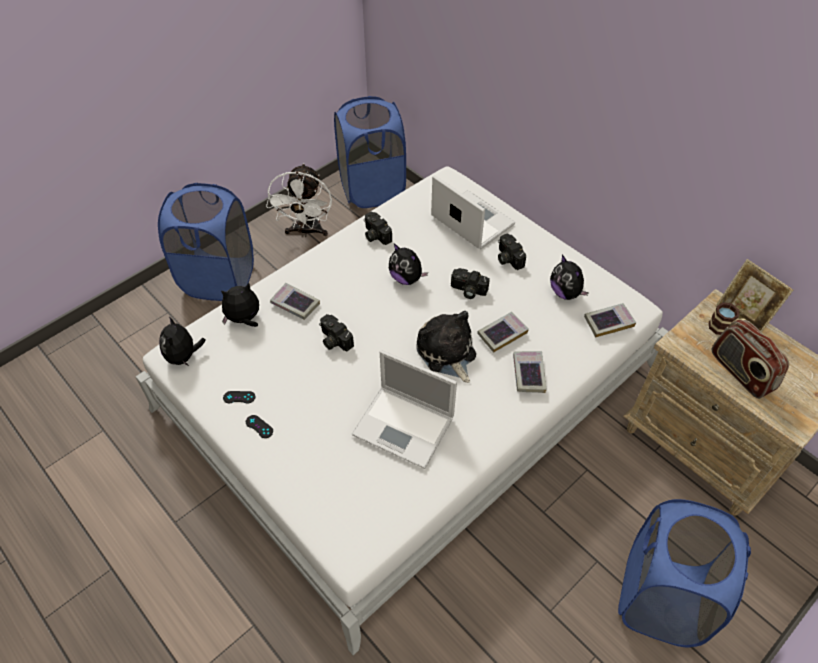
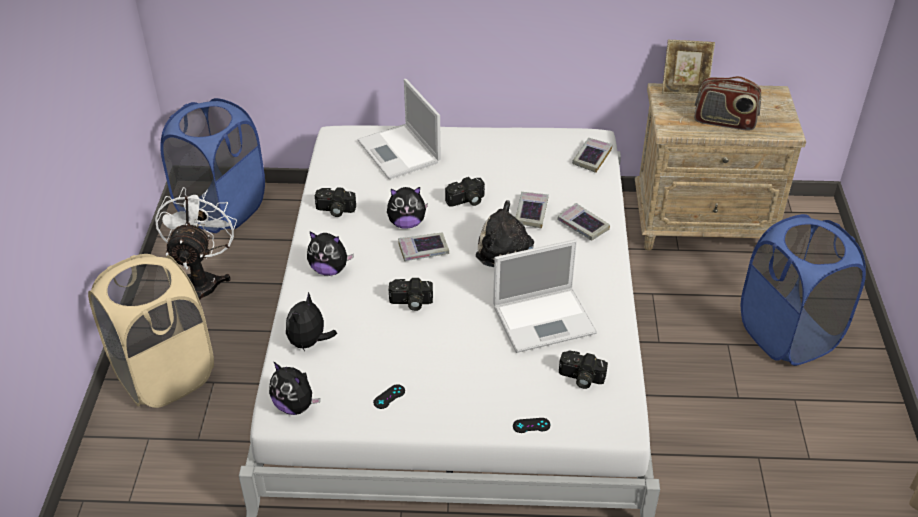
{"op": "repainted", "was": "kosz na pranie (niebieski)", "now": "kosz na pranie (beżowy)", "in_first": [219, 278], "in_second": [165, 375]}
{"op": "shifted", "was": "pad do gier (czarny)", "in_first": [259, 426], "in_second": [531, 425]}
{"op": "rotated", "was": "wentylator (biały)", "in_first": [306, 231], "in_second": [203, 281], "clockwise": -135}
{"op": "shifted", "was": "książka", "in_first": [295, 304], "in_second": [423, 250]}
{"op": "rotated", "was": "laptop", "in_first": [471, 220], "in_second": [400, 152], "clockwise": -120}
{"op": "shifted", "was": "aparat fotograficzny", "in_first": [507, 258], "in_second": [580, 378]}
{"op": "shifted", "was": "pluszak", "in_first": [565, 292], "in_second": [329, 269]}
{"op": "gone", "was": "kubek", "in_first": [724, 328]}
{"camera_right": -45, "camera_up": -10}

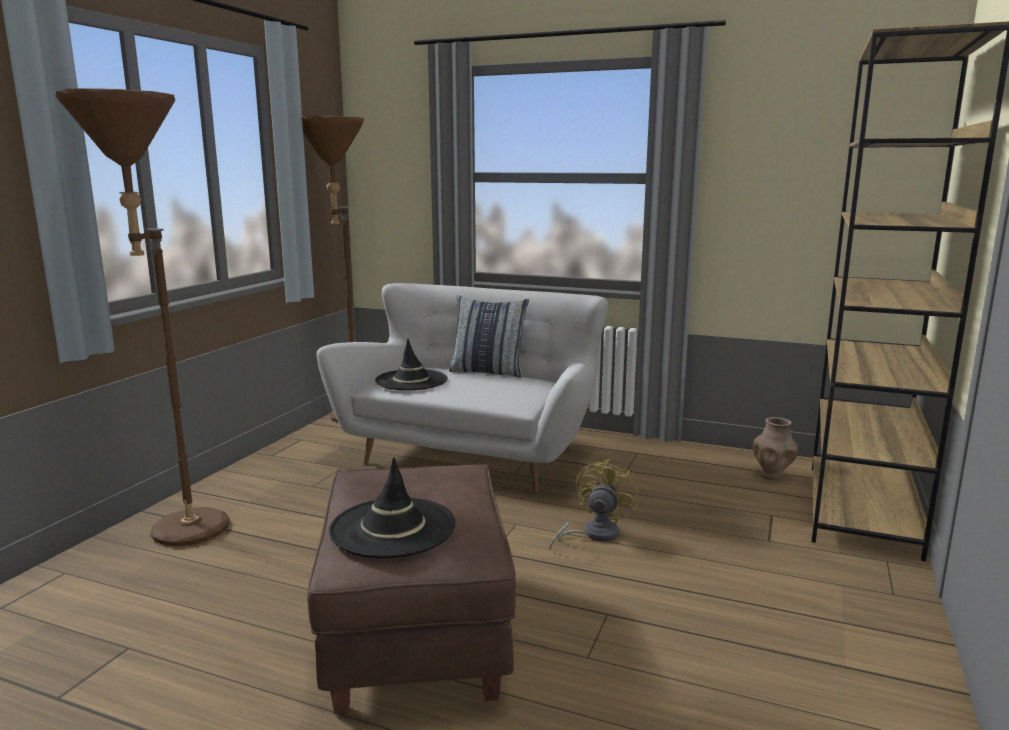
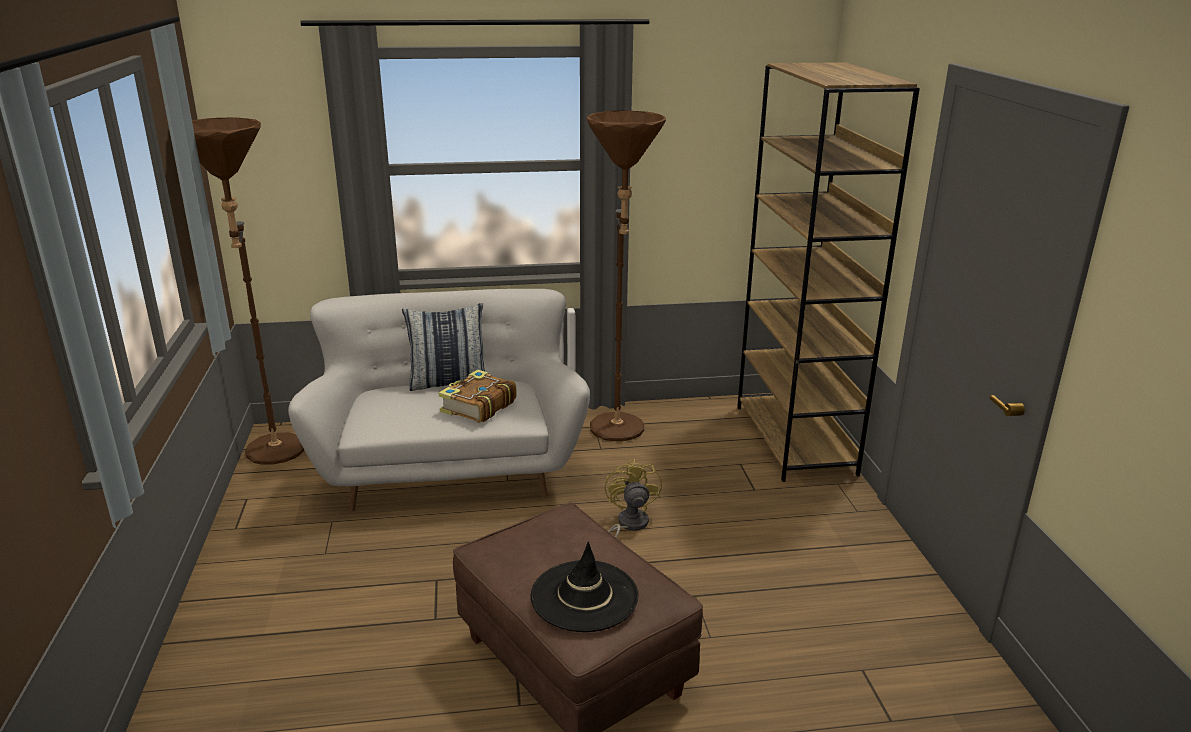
{"op": "shifted", "was": "lampa stojąca (brązowy)", "in_first": [178, 536], "in_second": [619, 434]}
{"op": "gone", "was": "kapelusz (czarny)", "in_first": [411, 380]}
{"op": "gone", "was": "wazon (brązowy)", "in_first": [772, 475]}
{"op": "new", "now": "książka", "in_second": [477, 406]}
{"camera_right": -30, "camera_up": 10}

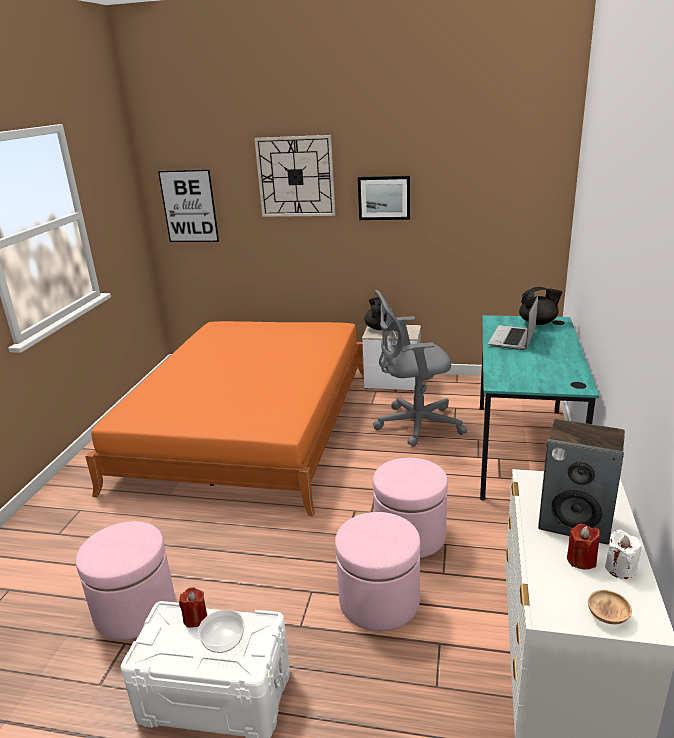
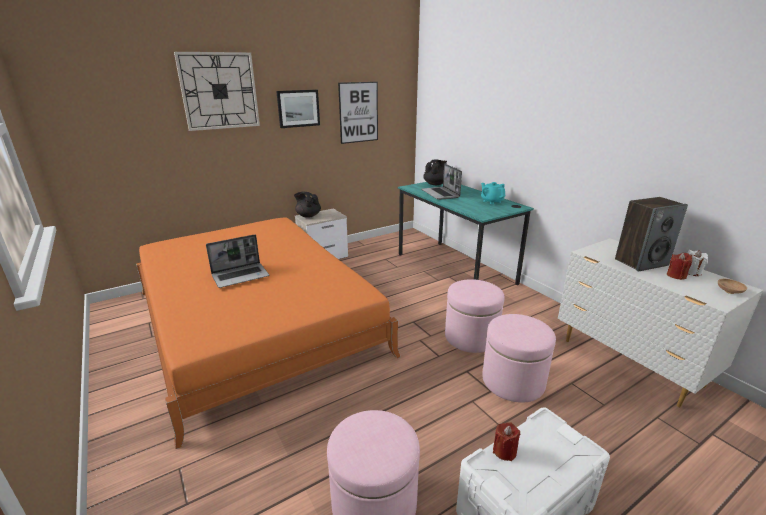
{"op": "shifted", "was": "obraz", "in_first": [189, 206], "in_second": [358, 112]}
{"op": "gone", "was": "miska", "in_first": [224, 640]}
{"op": "gone", "was": "krzesło biurowe (szary)", "in_first": [414, 424]}
{"op": "new", "now": "laptop", "in_second": [241, 276]}
{"op": "new", "now": "imbryk (turkusowy)", "in_second": [491, 201]}
{"camera_right": -45, "camera_up": 0}

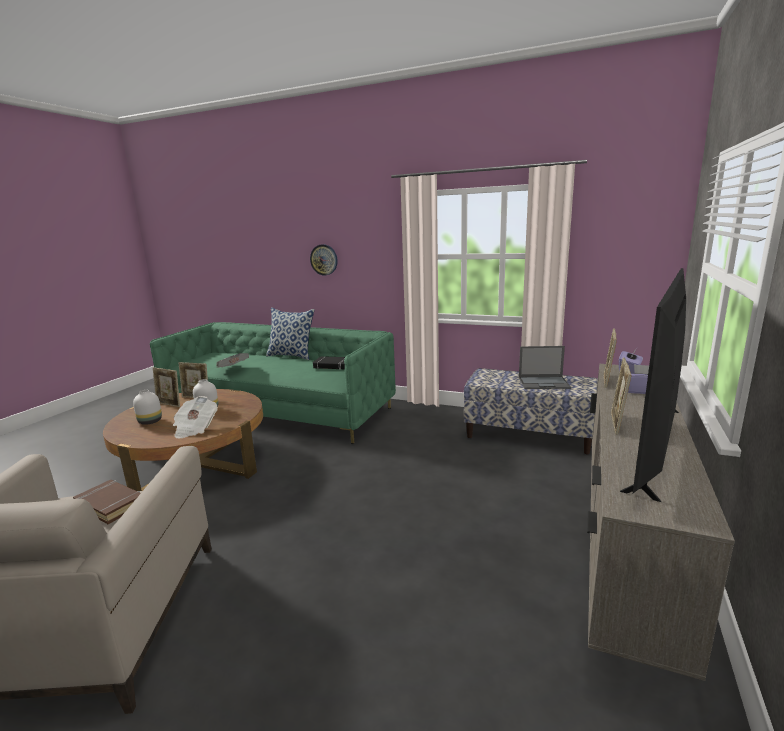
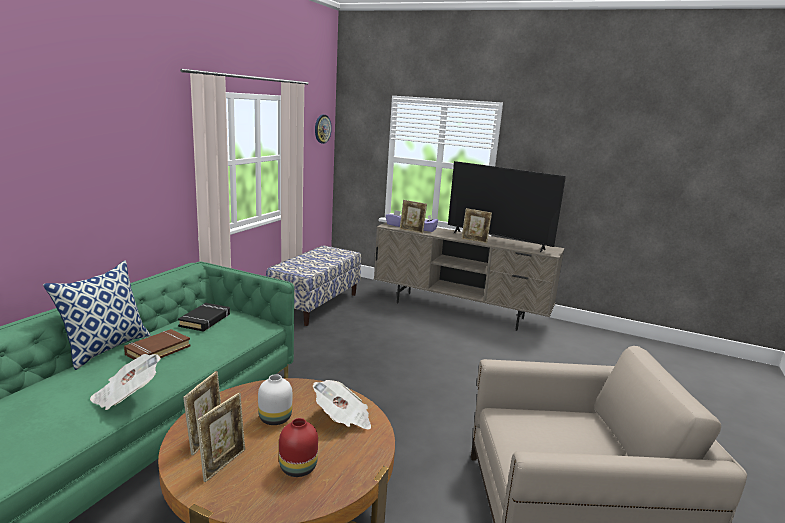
{"op": "shifted", "was": "książka (brązowy)", "in_first": [111, 505], "in_second": [157, 350]}
{"op": "repainted", "was": "wazon (biały)", "now": "wazon (czerwony)", "in_first": [151, 421], "in_second": [297, 467]}
{"op": "shifted", "was": "zegar ścienny", "in_first": [324, 259], "in_second": [322, 129]}
{"op": "gone", "was": "laptop", "in_first": [544, 383]}
{"camera_right": -90, "camera_up": 0}

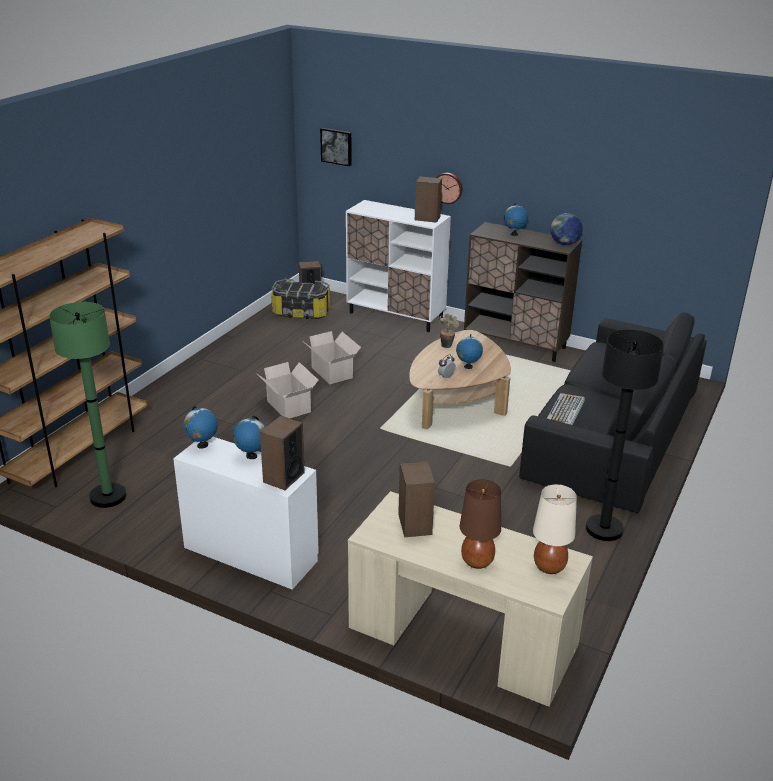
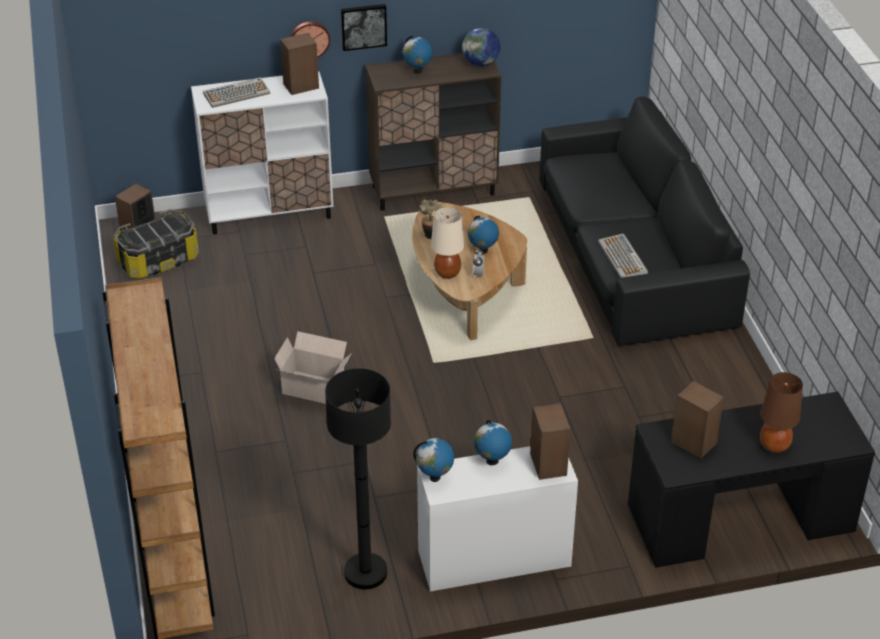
{"op": "gone", "was": "lampa stojąca (zielony)", "in_first": [108, 496]}
{"op": "gone", "was": "karton", "in_first": [332, 373]}
{"op": "shifted", "was": "obraz", "in_first": [337, 146], "in_second": [363, 26]}
{"op": "repainted", "was": "biurko (beżowy)", "now": "biurko (czarny)", "in_first": [462, 635], "in_second": [739, 517]}
{"op": "shifted", "was": "lampa stołowa (beżowy)", "in_first": [550, 567], "in_second": [447, 273]}
{"op": "shifted", "was": "lampa stojąca (czarny)", "in_first": [604, 529], "in_second": [365, 572]}
{"op": "new", "now": "klawiatura", "in_second": [237, 93]}
{"camera_right": -40, "camera_up": 10}

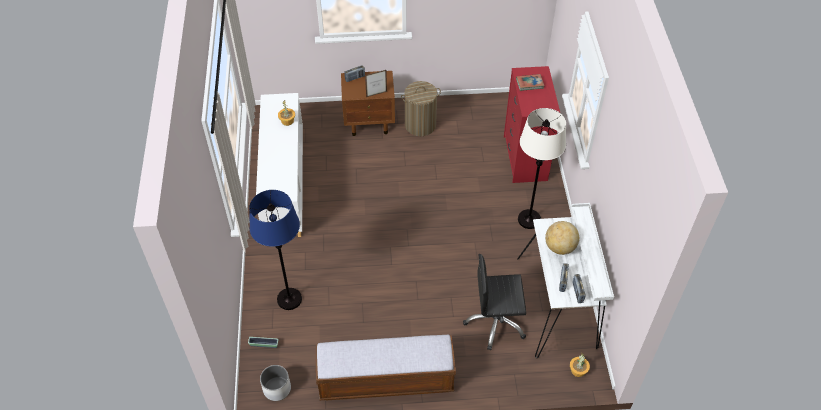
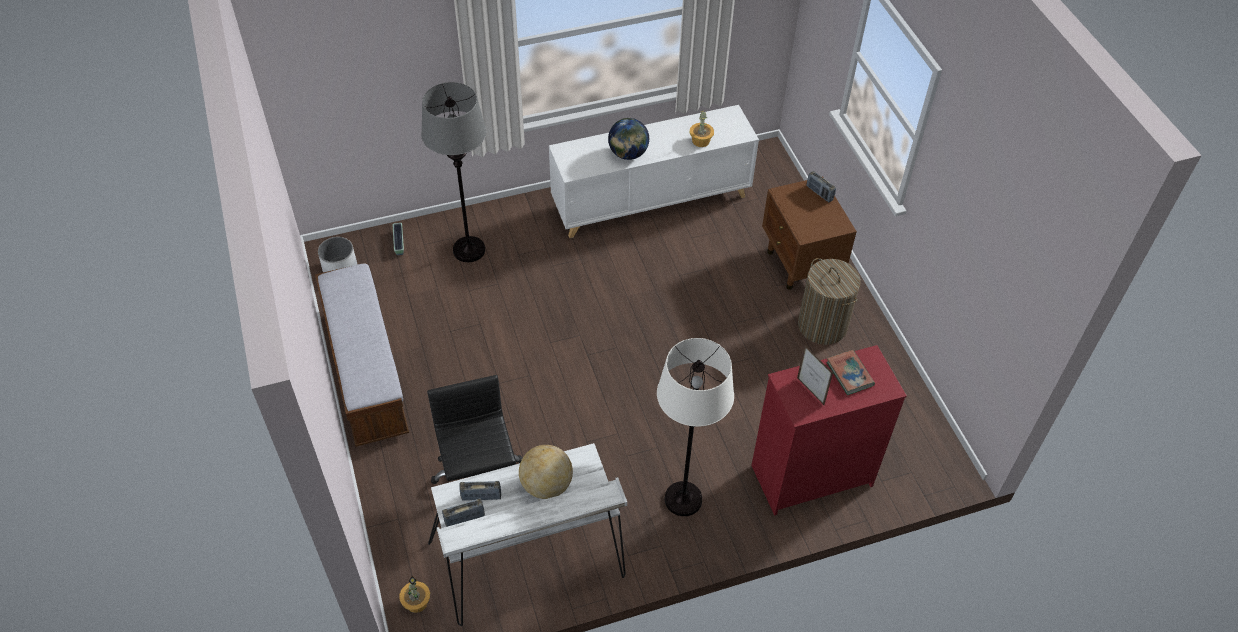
{"op": "repainted", "was": "lampa stojąca (niebieski)", "now": "lampa stojąca (szary)", "in_first": [289, 299], "in_second": [469, 250]}
{"op": "shifted", "was": "ramka na zdjęcie", "in_first": [376, 94], "in_second": [810, 391]}
{"op": "new", "now": "globus", "in_second": [628, 154]}
{"camera_right": 75, "camera_up": 0}

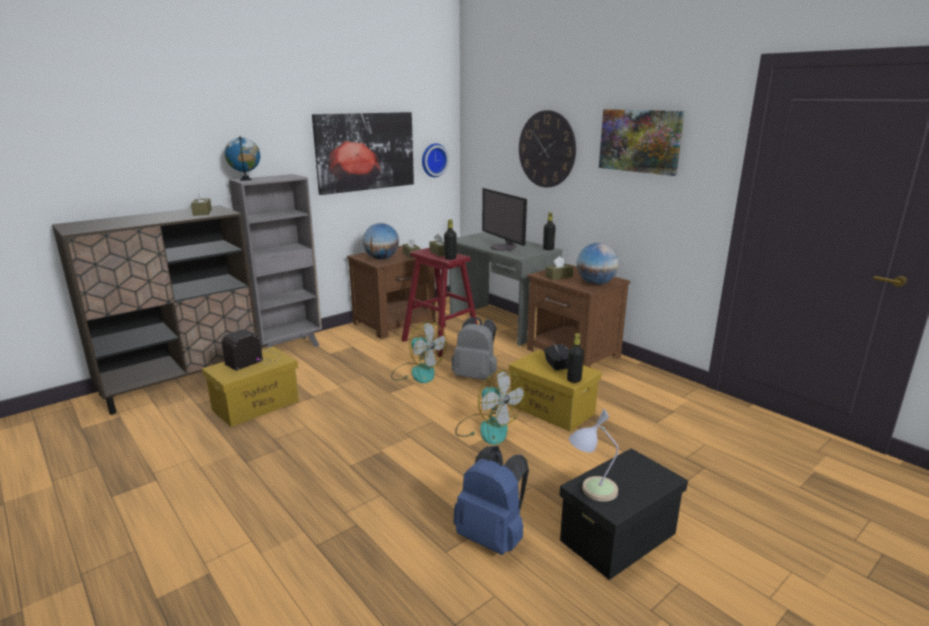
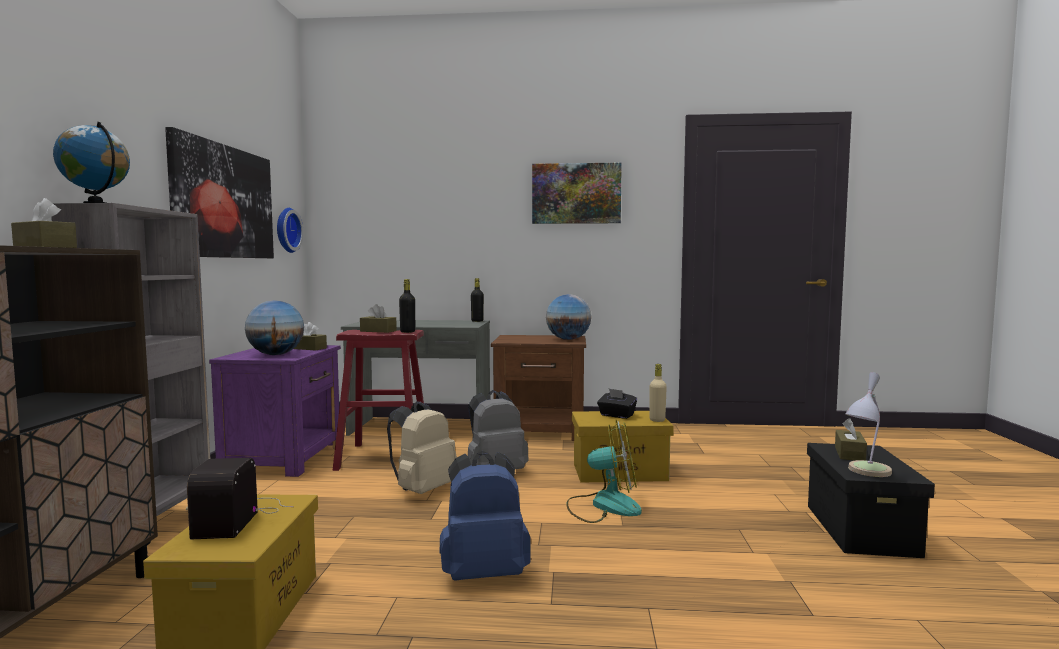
{"op": "repainted", "was": "szafka nocna (brązowy)", "now": "szafka nocna (fioletowy)", "in_first": [395, 323], "in_second": [285, 458]}
{"op": "swapped", "was": "wentylator", "now": "plecak (beżowy)", "in_first": [417, 372], "in_second": [422, 490]}
{"op": "shifted", "was": "plecak (niebieski)", "in_first": [493, 537], "in_second": [484, 573]}
{"op": "gone", "was": "monitor", "in_first": [503, 247]}
{"op": "gone", "was": "zegar ścienny", "in_first": [546, 149]}
{"op": "shifted", "was": "pudełko chusteczek (brązowy)", "in_first": [559, 276], "in_second": [849, 454]}
{"op": "repainted", "was": "butelka (czarny)", "now": "butelka (beżowy)", "in_first": [574, 380], "in_second": [657, 420]}
{"camera_right": -45, "camera_up": -15}

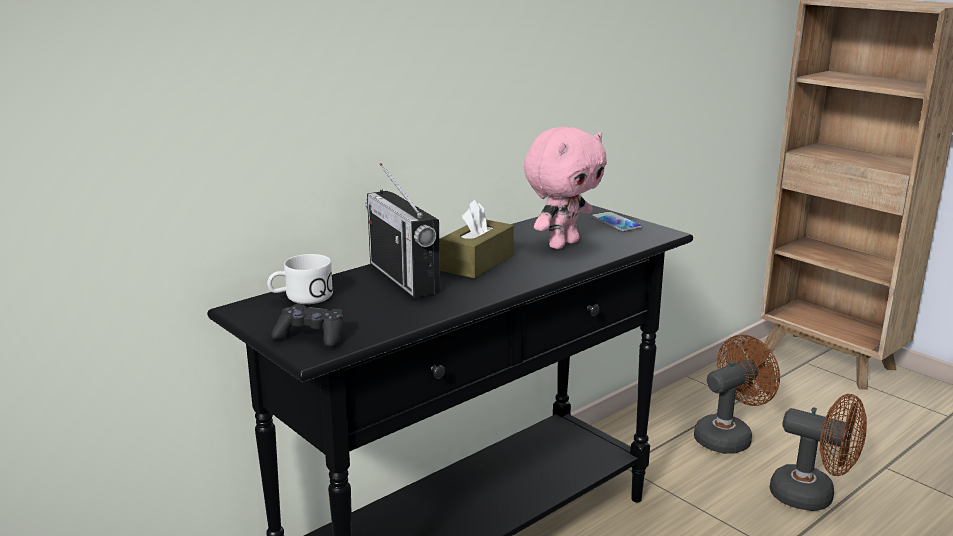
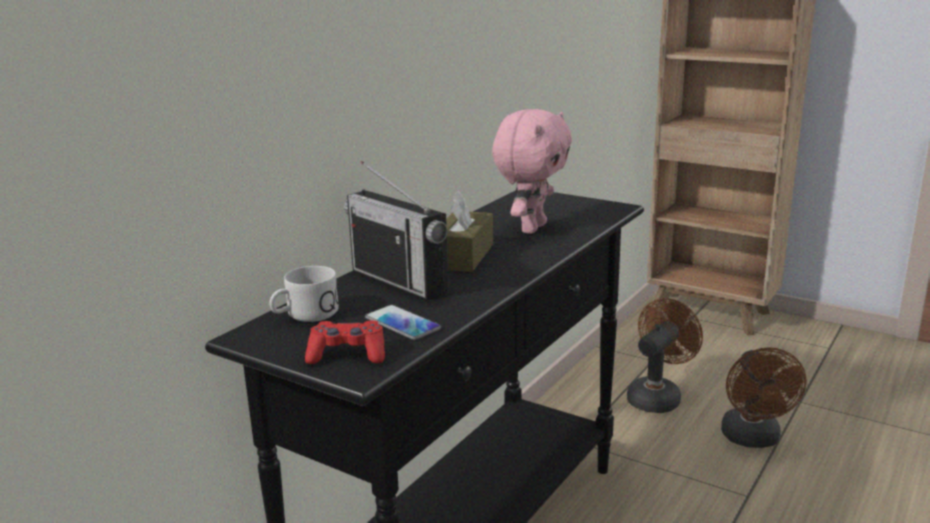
{"op": "repainted", "was": "pad do gier (czarny)", "now": "pad do gier (czerwony)", "in_first": [311, 336], "in_second": [347, 355]}
{"op": "shifted", "was": "telefon", "in_first": [615, 222], "in_second": [402, 324]}
{"op": "rotated", "was": "wentylator (brązowy)", "in_first": [812, 497], "in_second": [753, 439], "clockwise": 75}
{"camera_right": -15, "camera_up": 0}

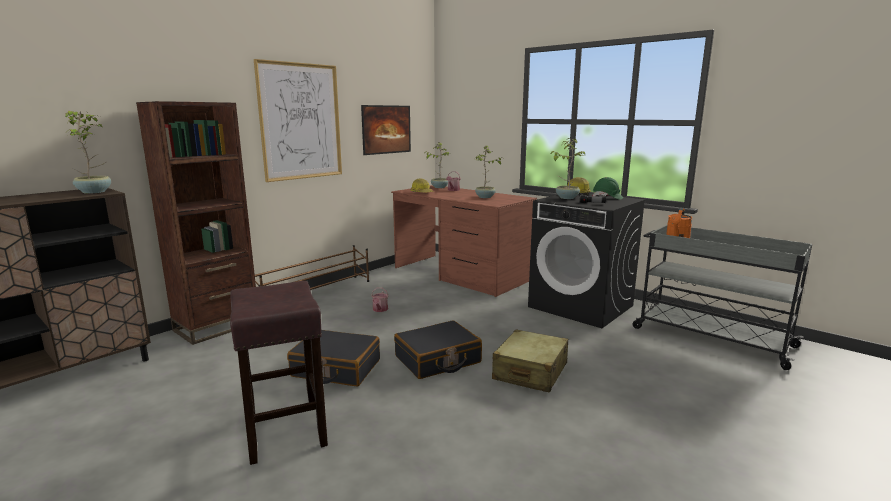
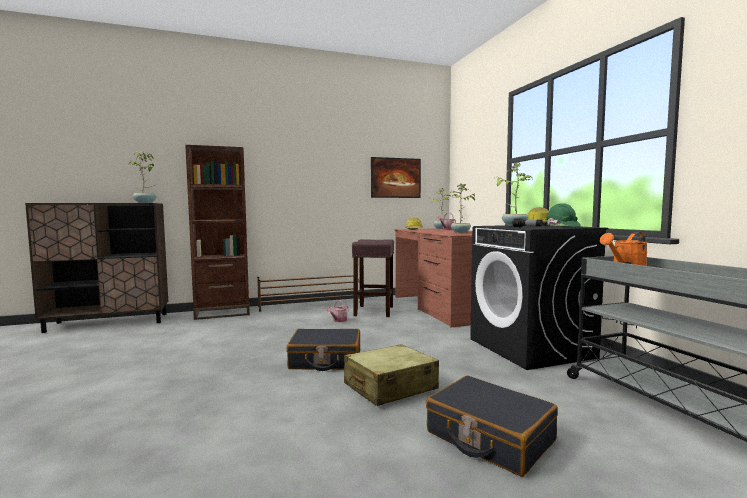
{"op": "shifted", "was": "stołek (brązowy)", "in_first": [285, 429], "in_second": [374, 311]}
{"op": "gone", "was": "obraz", "in_first": [300, 121]}
{"op": "shifted", "was": "walizka (czarny)", "in_first": [336, 368], "in_second": [489, 437]}
{"camera_right": 30, "camera_up": -10}

